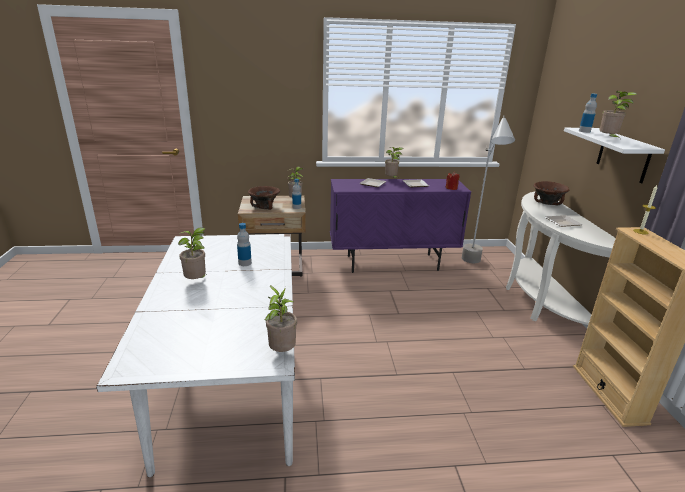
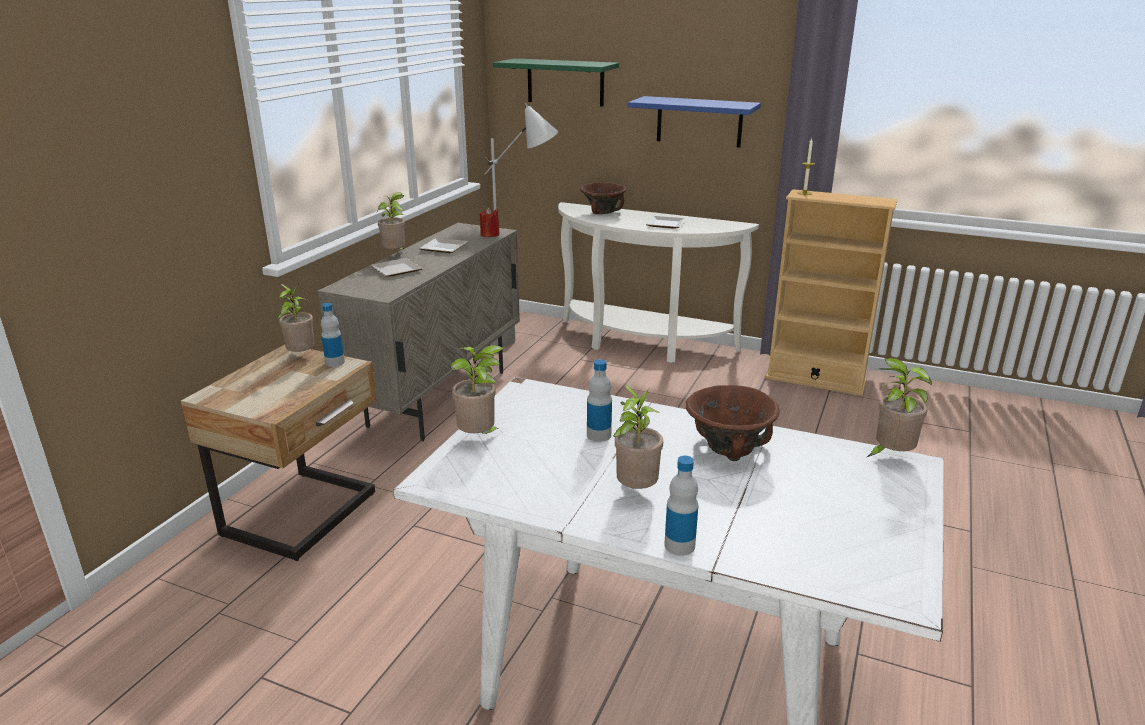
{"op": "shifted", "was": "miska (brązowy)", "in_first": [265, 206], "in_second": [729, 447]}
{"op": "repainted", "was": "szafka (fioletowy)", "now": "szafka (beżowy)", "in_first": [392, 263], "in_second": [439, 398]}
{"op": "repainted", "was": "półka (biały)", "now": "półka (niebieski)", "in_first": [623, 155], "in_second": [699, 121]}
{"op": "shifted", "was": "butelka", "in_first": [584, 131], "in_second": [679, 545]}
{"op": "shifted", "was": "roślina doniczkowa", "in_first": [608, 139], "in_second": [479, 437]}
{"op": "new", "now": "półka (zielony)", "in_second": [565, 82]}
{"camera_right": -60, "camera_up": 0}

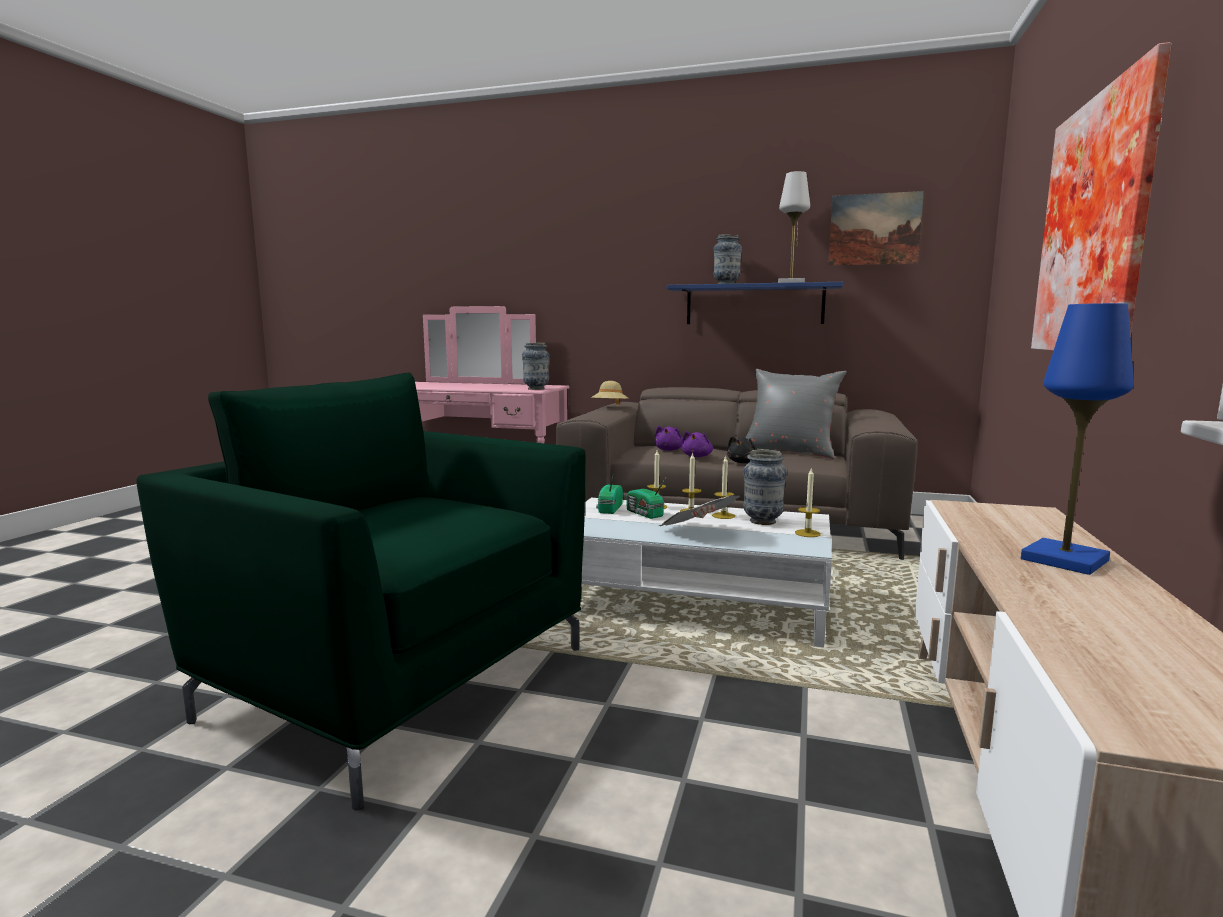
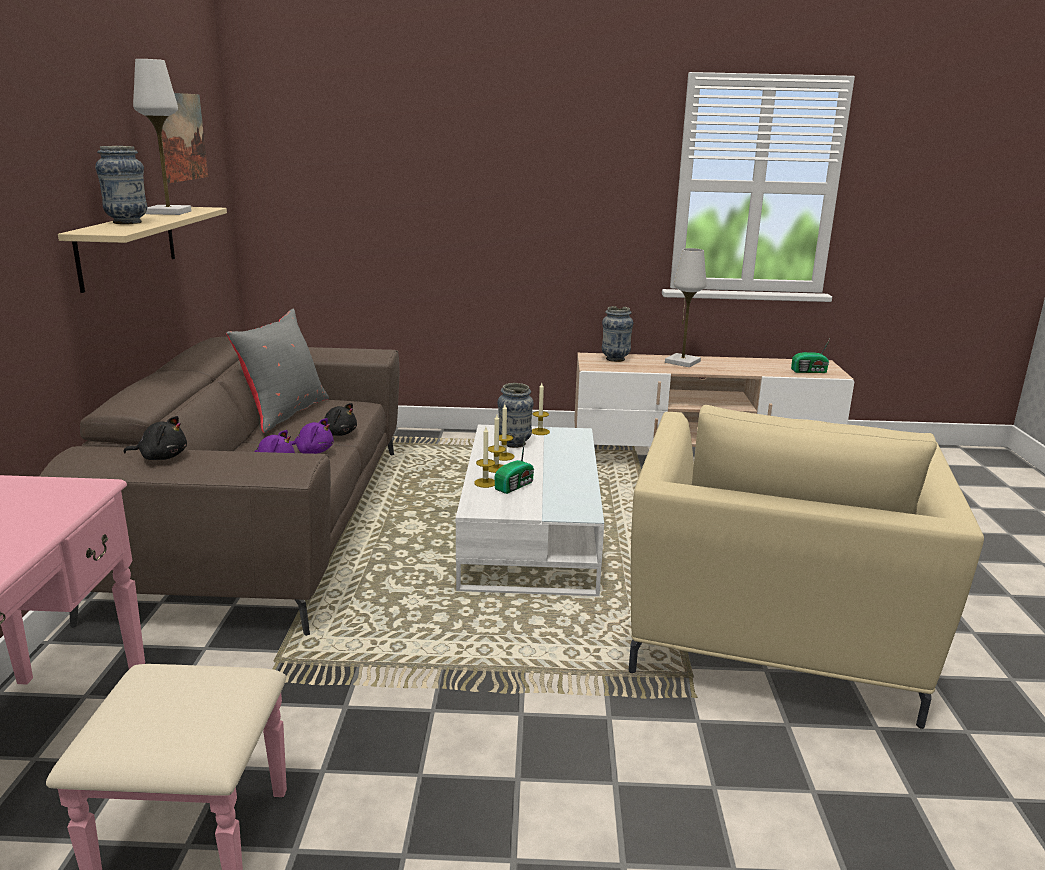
{"op": "repainted", "was": "fotel (zielony)", "now": "fotel (beżowy)", "in_first": [399, 679], "in_second": [769, 642]}
{"op": "shifted", "was": "wazon", "in_first": [536, 389], "in_second": [615, 359]}
{"op": "swapped", "was": "kapelusz (beżowy)", "now": "pluszak (czarny)", "in_first": [610, 407], "in_second": [161, 457]}
{"op": "shifted", "was": "radio", "in_first": [609, 509], "in_second": [810, 371]}
{"op": "gone", "was": "gazeta", "in_first": [698, 532]}
{"op": "repainted", "was": "półka (niebieski)", "now": "półka (beżowy)", "in_first": [754, 305], "in_second": [128, 246]}
{"op": "repainted", "was": "lampa stołowa (niebieski)", "now": "lampa stołowa (biały)", "in_first": [1064, 560], "in_second": [682, 362]}
{"op": "gone", "was": "obraz", "in_first": [1102, 226]}
{"camera_right": -105, "camera_up": 10}

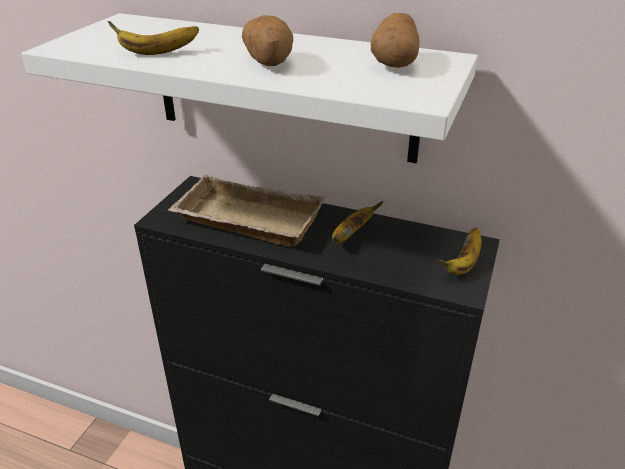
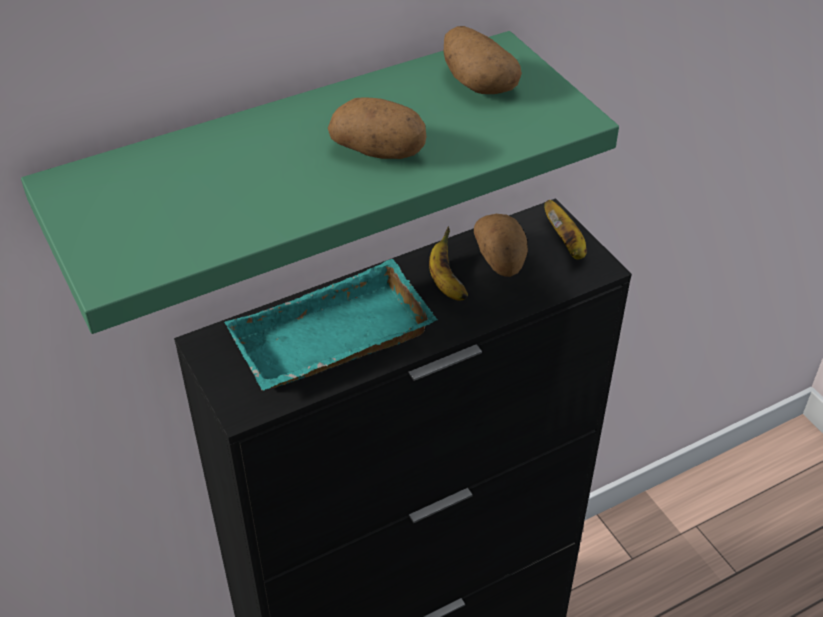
{"op": "repainted", "was": "półka (biały)", "now": "półka (zielony)", "in_first": [282, 87], "in_second": [290, 161]}
{"op": "gone", "was": "banan", "in_first": [157, 53]}
{"op": "repainted", "was": "taca (beżowy)", "now": "taca (turkusowy)", "in_first": [245, 221], "in_second": [332, 343]}
{"op": "new", "now": "ziemniak", "in_second": [501, 261]}
{"camera_right": -50, "camera_up": 10}

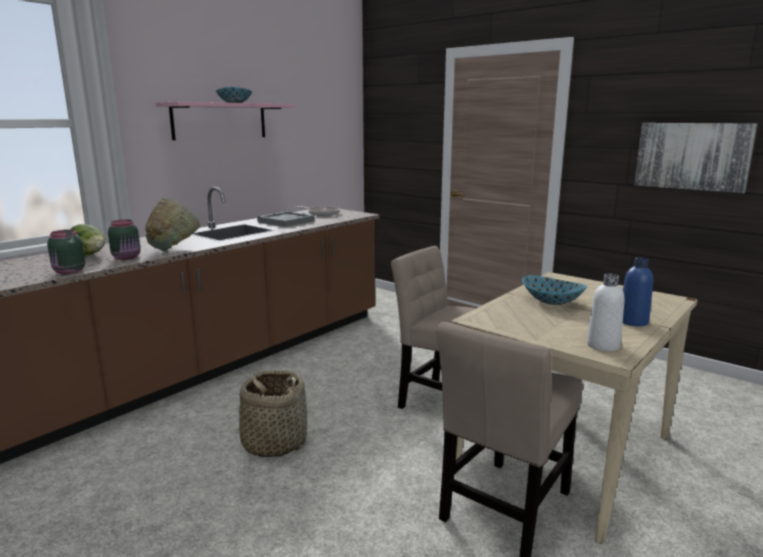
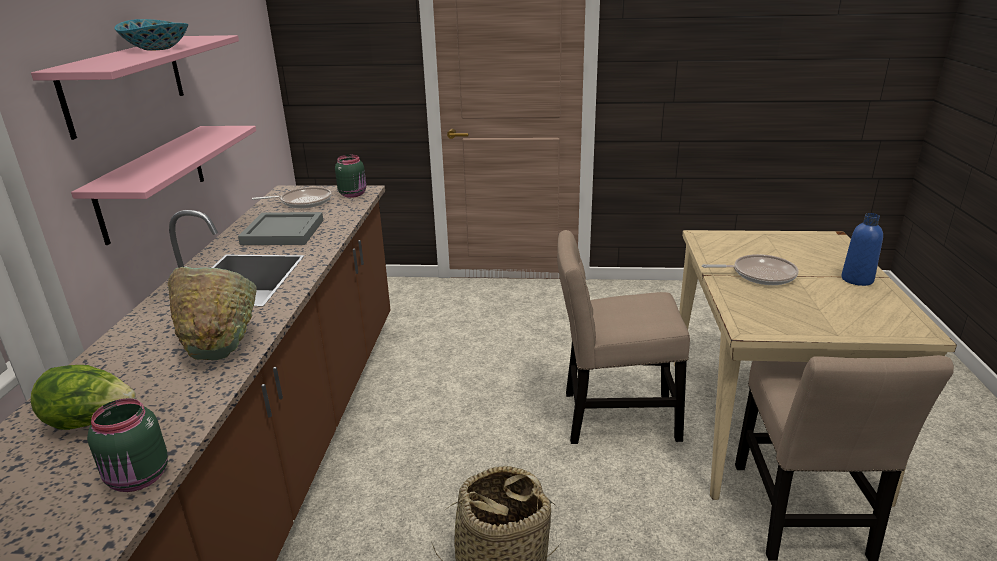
{"op": "shifted", "was": "słoik (zielony)", "in_first": [127, 257], "in_second": [353, 194]}
{"op": "swapped", "was": "miska", "now": "patelnia", "in_first": [552, 301], "in_second": [759, 274]}
{"op": "gone", "was": "butelka (biały)", "in_first": [602, 345]}
{"op": "gone", "was": "obraz", "in_first": [692, 156]}
{"op": "new", "now": "półka (różowy)", "in_second": [152, 182]}
{"camera_right": -35, "camera_up": 10}

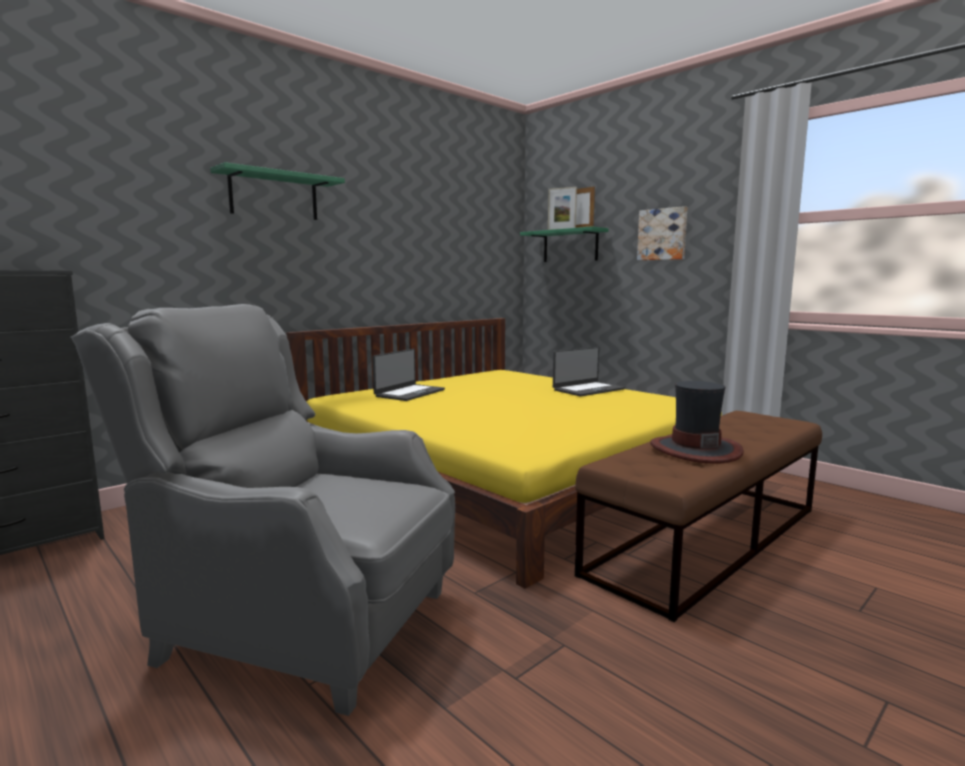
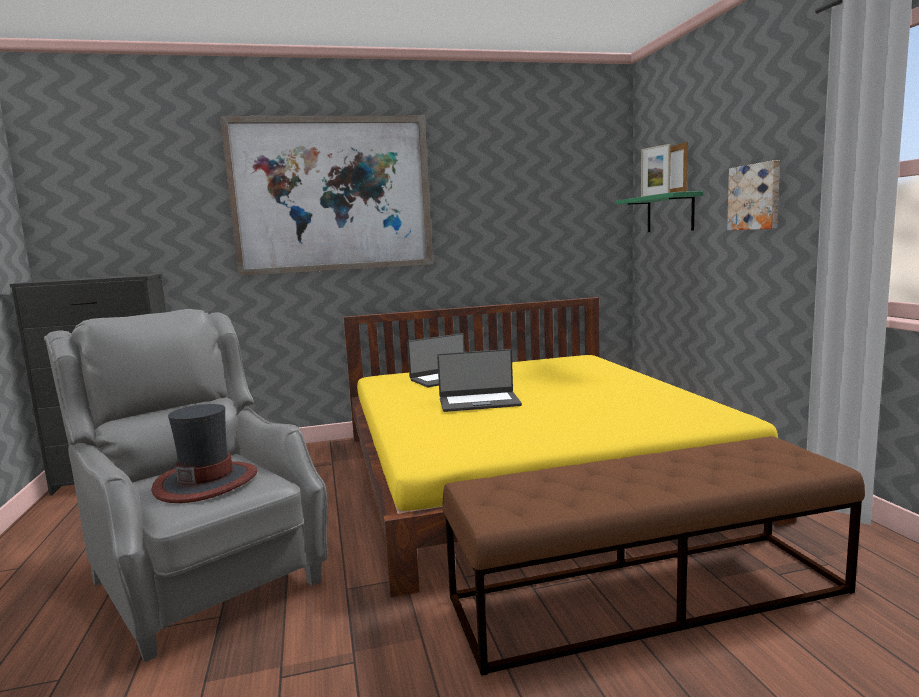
{"op": "swapped", "was": "półka (zielony)", "now": "obraz", "in_first": [274, 196], "in_second": [332, 195]}
{"op": "shifted", "was": "laptop", "in_first": [587, 389], "in_second": [479, 402]}
{"op": "shifted", "was": "kapelusz", "in_first": [695, 449], "in_second": [206, 482]}
{"camera_right": 30, "camera_up": 0}

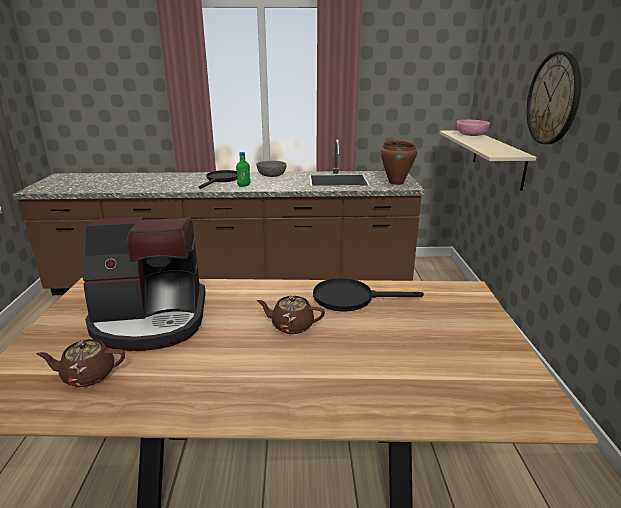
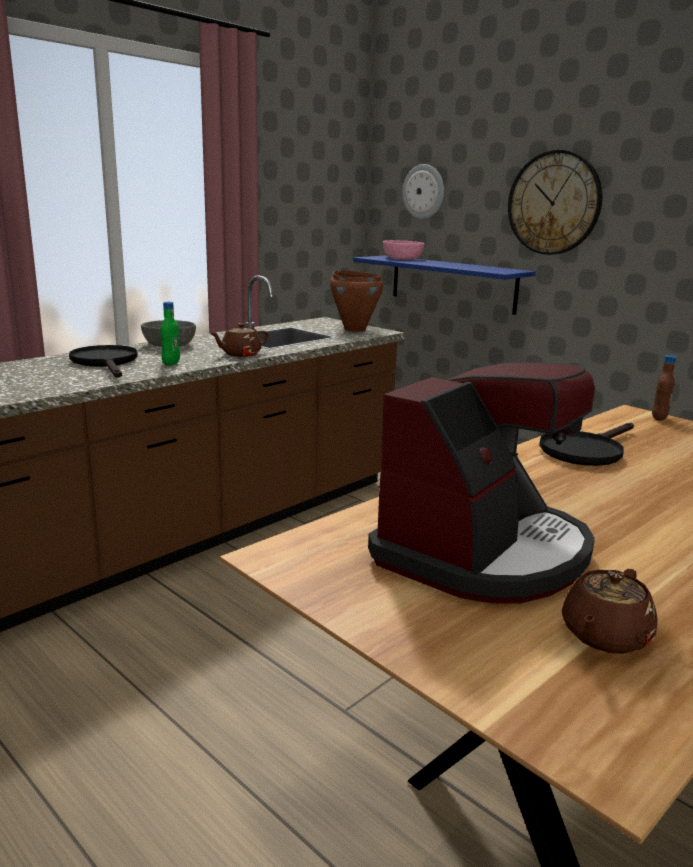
{"op": "shifted", "was": "imbryk (brązowy)", "in_first": [291, 326], "in_second": [240, 354]}
{"op": "repainted", "was": "półka (beżowy)", "now": "półka (niebieski)", "in_first": [498, 158], "in_second": [452, 283]}
{"op": "new", "now": "zegar ścienny", "in_second": [424, 191]}
{"op": "new", "now": "butelka (brązowy)", "in_second": [659, 418]}
{"camera_right": -45, "camera_up": -5}

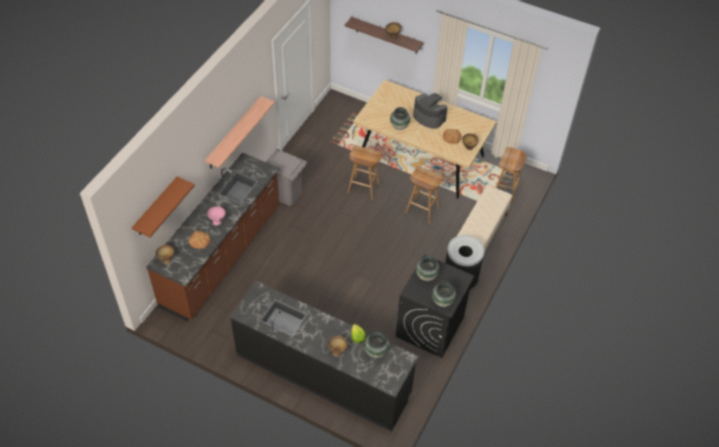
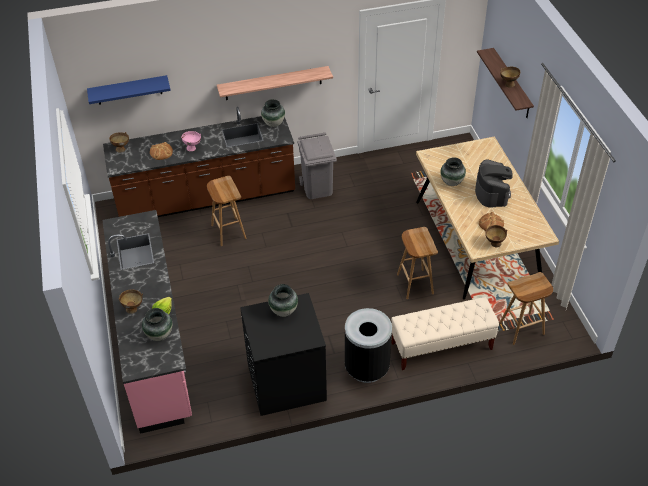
{"op": "repainted", "was": "półka (brązowy)", "now": "półka (niebieski)", "in_first": [156, 207], "in_second": [129, 90]}
{"op": "repainted", "was": "zabudowa kuchenna (czarny)", "now": "zabudowa kuchenna (różowy)", "in_first": [323, 374], "in_second": [154, 343]}
{"op": "shifted", "was": "stołek (brązowy)", "in_first": [363, 188], "in_second": [228, 231]}
{"op": "shifted", "was": "wazon", "in_first": [443, 301], "in_second": [273, 124]}
{"camera_right": 50, "camera_up": -5}

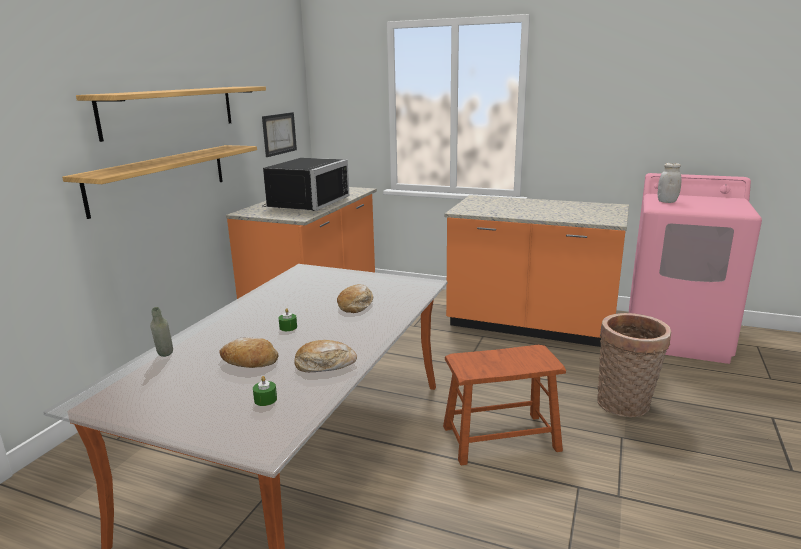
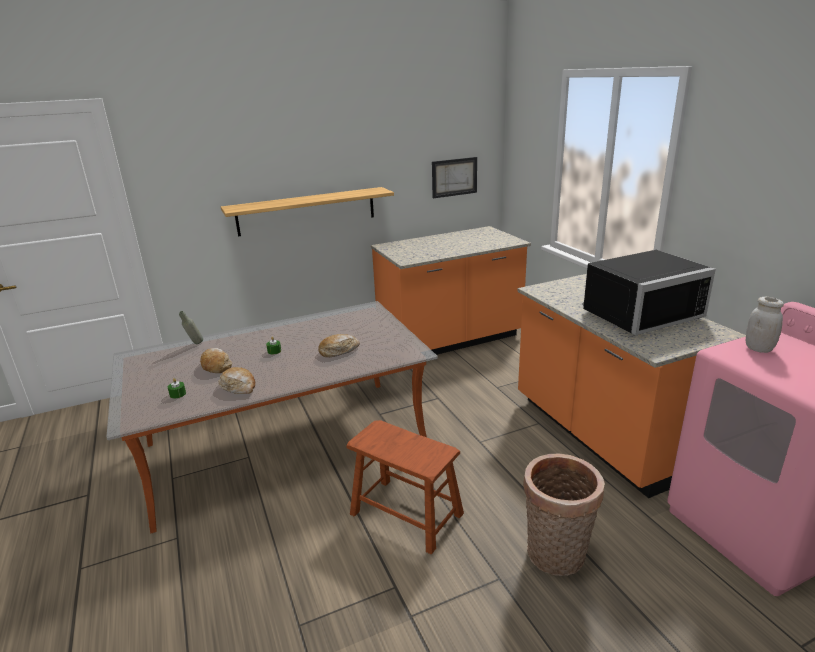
{"op": "gone", "was": "półka", "in_first": [171, 110]}
{"op": "shifted", "was": "mikrofalówka (czarny)", "in_first": [304, 203], "in_second": [637, 312]}
{"camera_right": 45, "camera_up": 5}

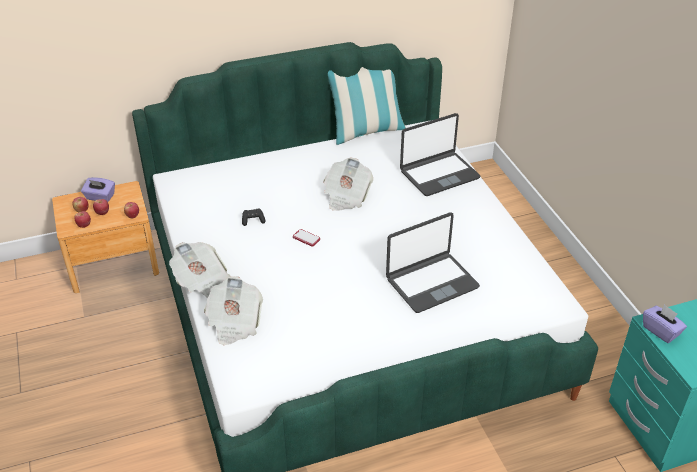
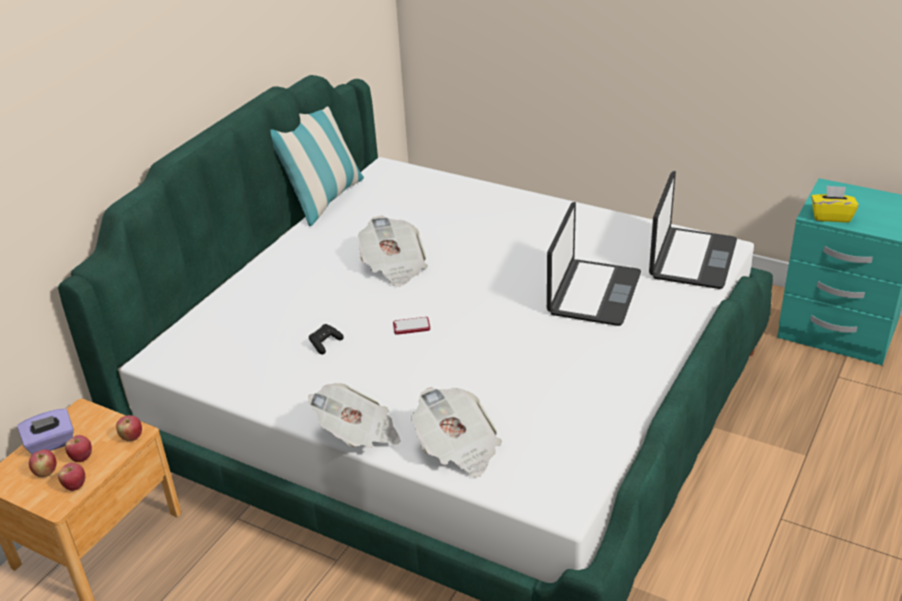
{"op": "shifted", "was": "laptop", "in_first": [439, 174], "in_second": [691, 259]}
{"op": "repainted", "was": "pudełko chusteczek (fioletowy)", "now": "pudełko chusteczek (żółty)", "in_first": [661, 331], "in_second": [831, 216]}
{"camera_right": -40, "camera_up": -5}

